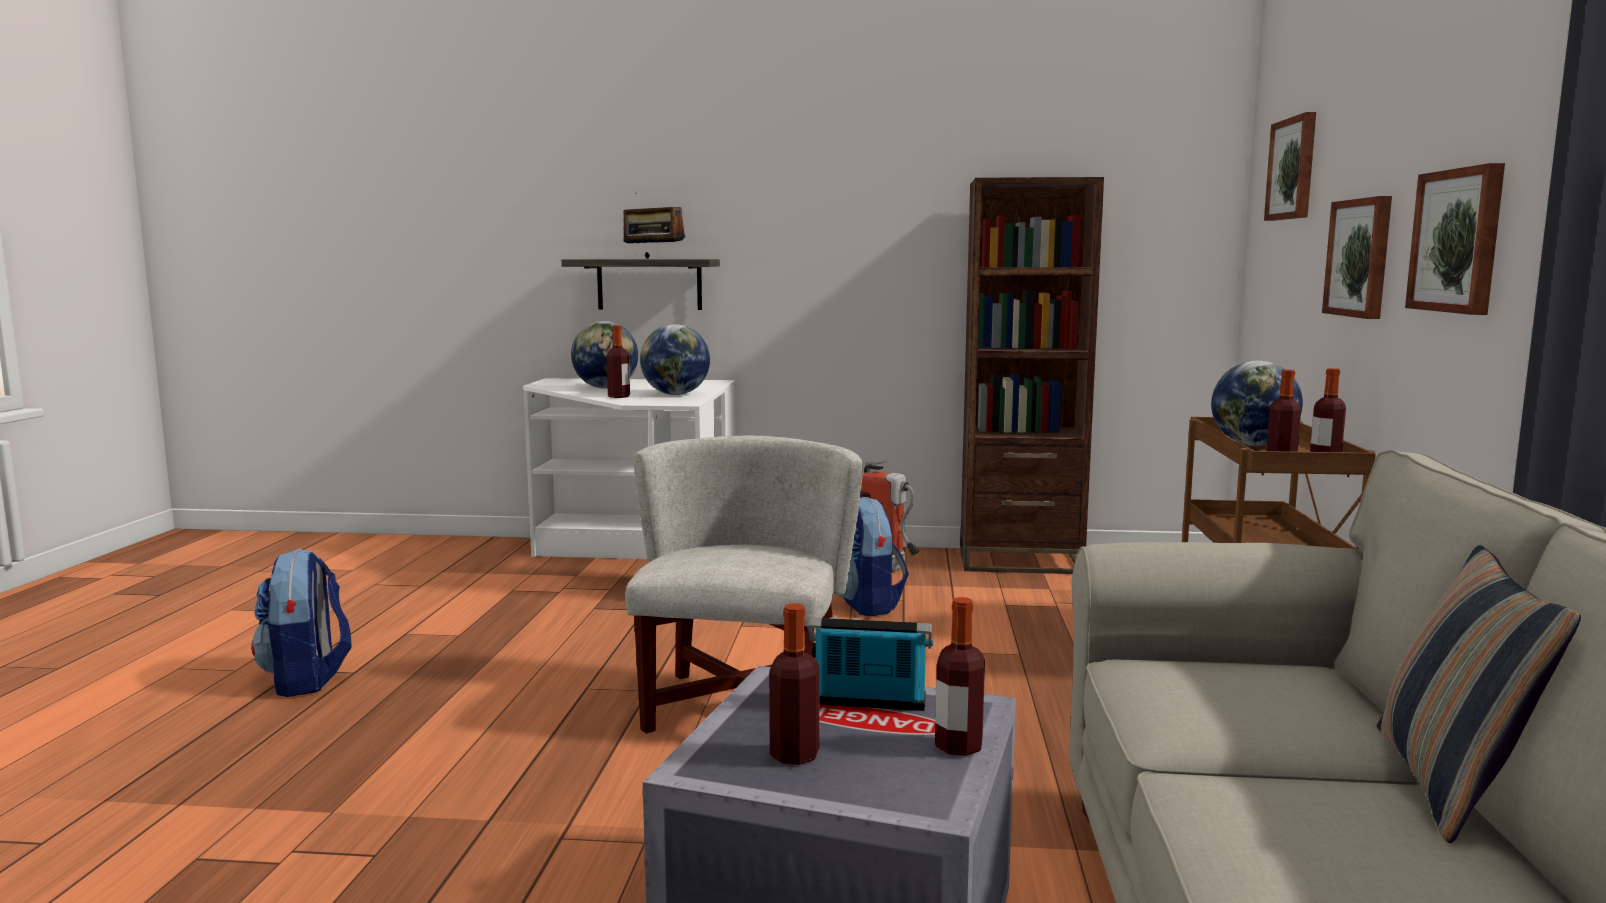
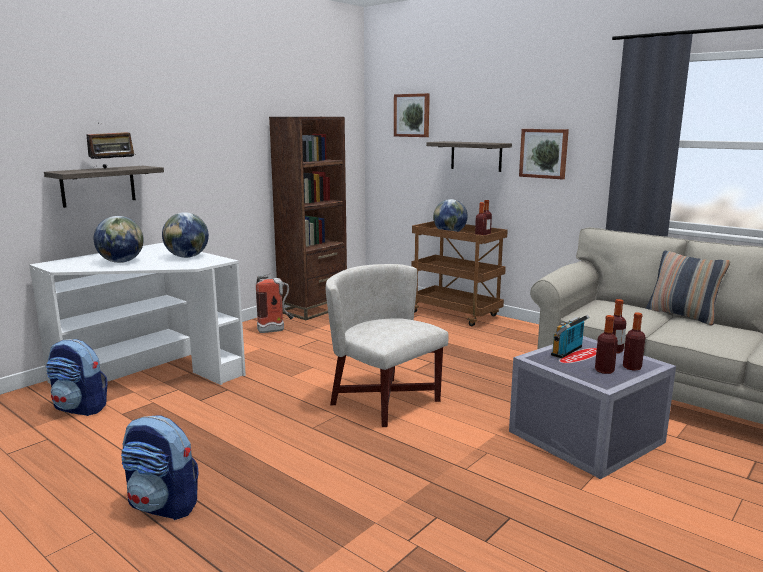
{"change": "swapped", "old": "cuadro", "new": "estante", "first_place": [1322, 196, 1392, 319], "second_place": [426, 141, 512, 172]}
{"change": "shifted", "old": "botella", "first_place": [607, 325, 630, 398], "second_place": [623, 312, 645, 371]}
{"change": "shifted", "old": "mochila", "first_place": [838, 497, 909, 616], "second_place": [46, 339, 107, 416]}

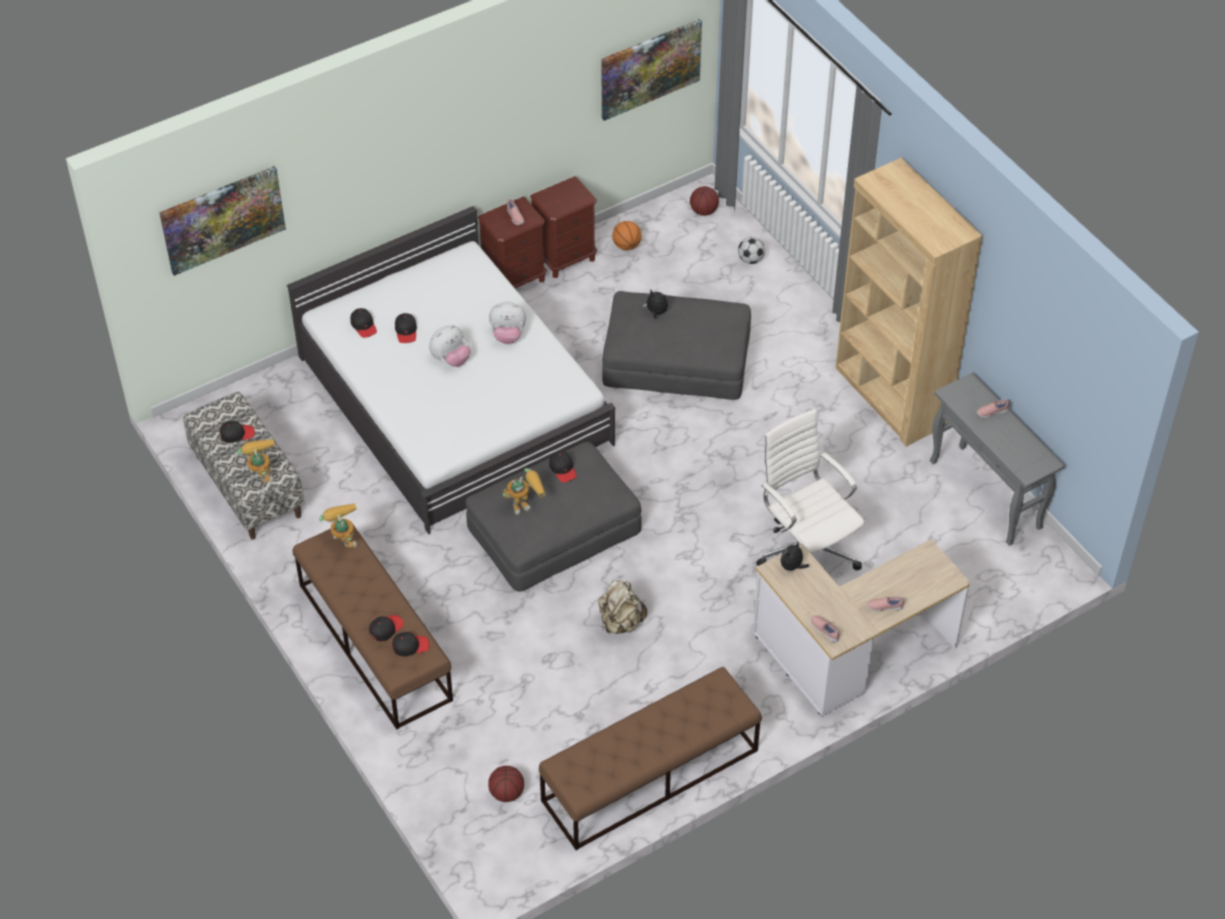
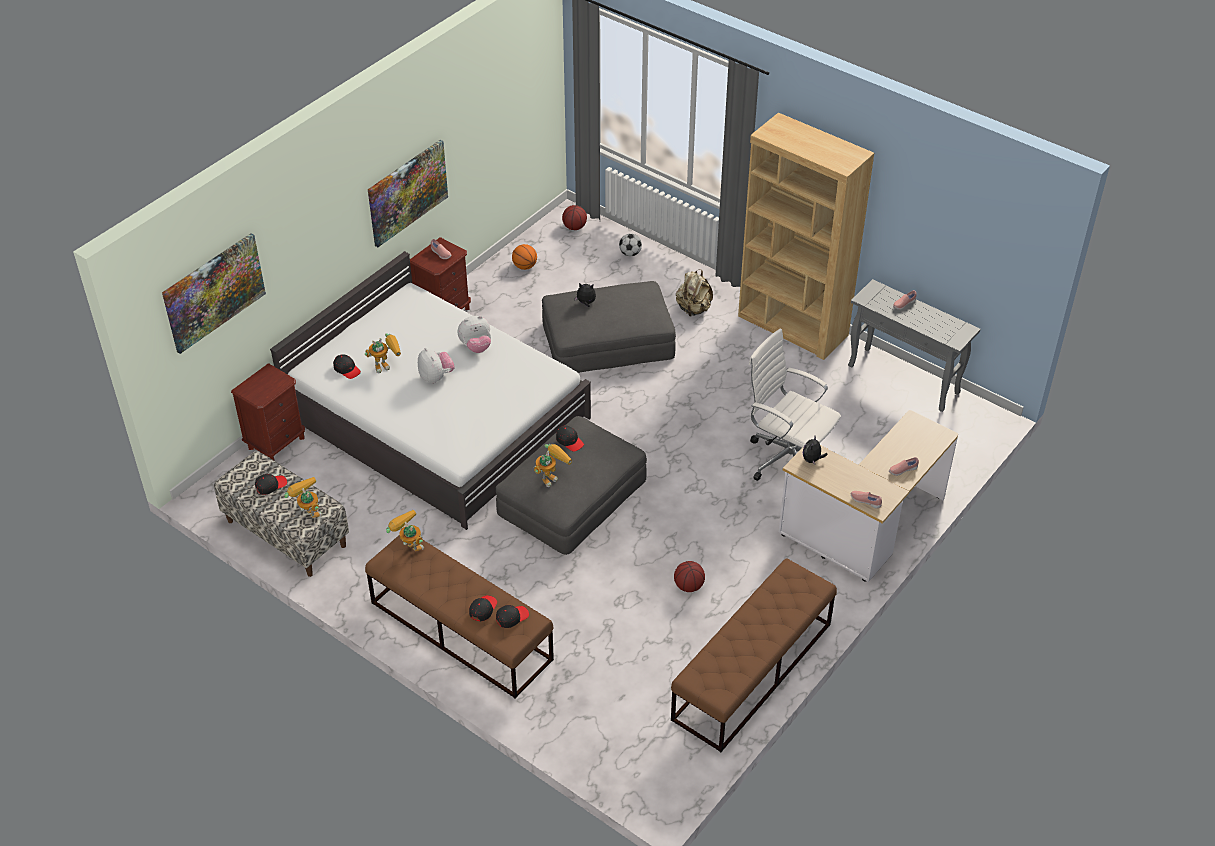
{"change": "shifted", "old": "cuadro", "first_place": [602, 19, 702, 121], "second_place": [368, 140, 448, 247]}
{"change": "shifted", "old": "mesita de noche [marrón]", "first_place": [530, 176, 597, 278], "second_place": [231, 363, 305, 460]}
{"change": "swapped", "old": "gorra [negro]", "new": "robot de juguete", "first_place": [395, 313, 417, 343], "second_place": [365, 333, 401, 373]}
{"change": "rotated", "old": "peluche", "first_place": [429, 325, 471, 367], "second_place": [418, 348, 455, 383], "degrees": -60}
{"change": "shifted", "old": "mochila [beis]", "first_place": [598, 580, 647, 634], "second_place": [676, 269, 713, 317]}
{"change": "shifted", "old": "balón de baloncesto", "first_place": [488, 766, 524, 802], "second_place": [674, 561, 705, 592]}

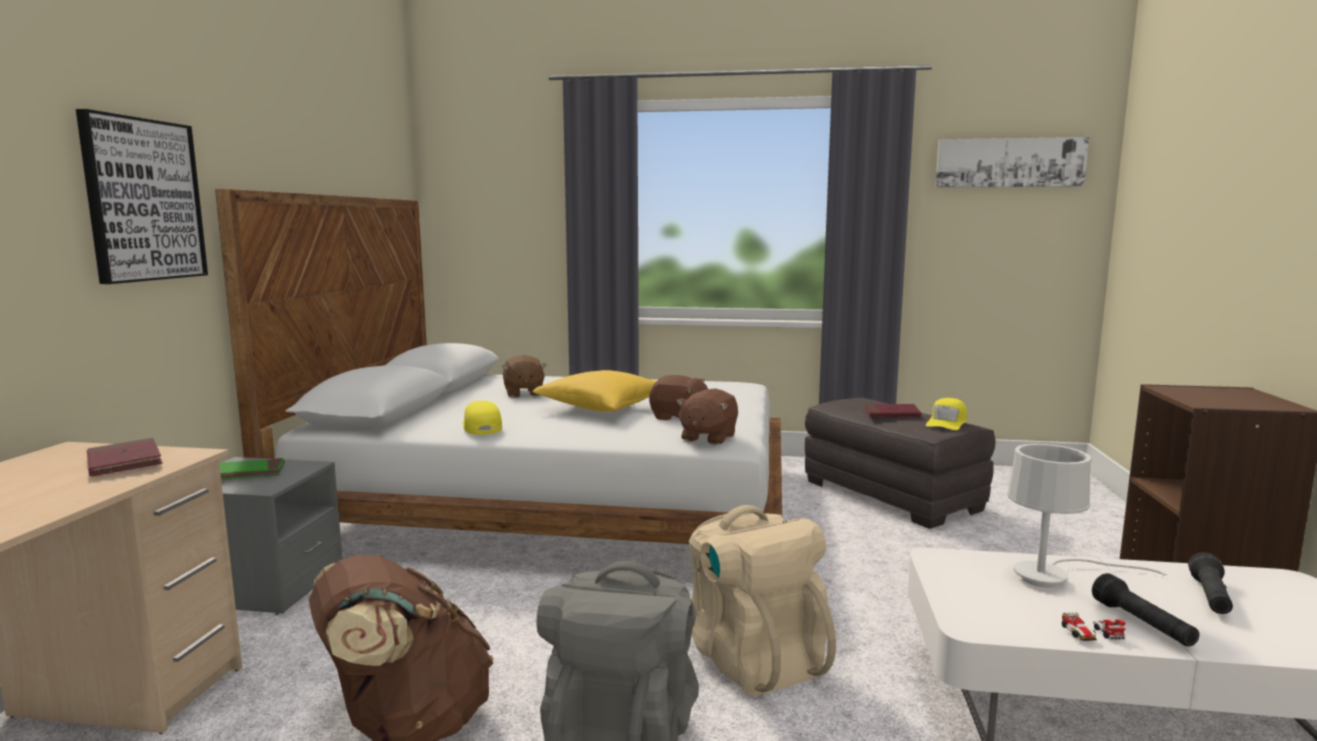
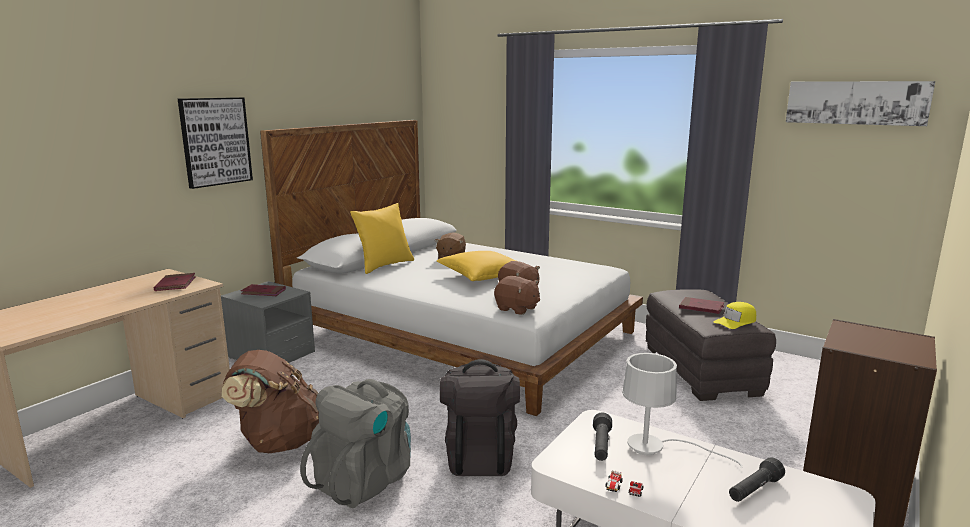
{"change": "rotated", "old": "peluche [marrón]", "first_place": [676, 388, 738, 445], "second_place": [494, 276, 540, 315], "degrees": -105}
{"change": "gone", "old": "gorra [amarillo]", "first_place": [461, 401, 502, 435]}
{"change": "repainted", "old": "libro [verde]", "new": "libro [rojo]", "first_place": [219, 458, 284, 480], "second_place": [241, 284, 286, 296]}
{"change": "repainted", "old": "mochila [beis]", "new": "mochila [negro]", "first_place": [689, 505, 836, 696], "second_place": [440, 359, 520, 476]}
{"change": "shifted", "old": "linterna [negro]", "first_place": [1092, 573, 1199, 647], "second_place": [593, 413, 612, 461]}
{"change": "new", "new": "cojín [amarillo]", "second_place": [350, 203, 414, 274]}

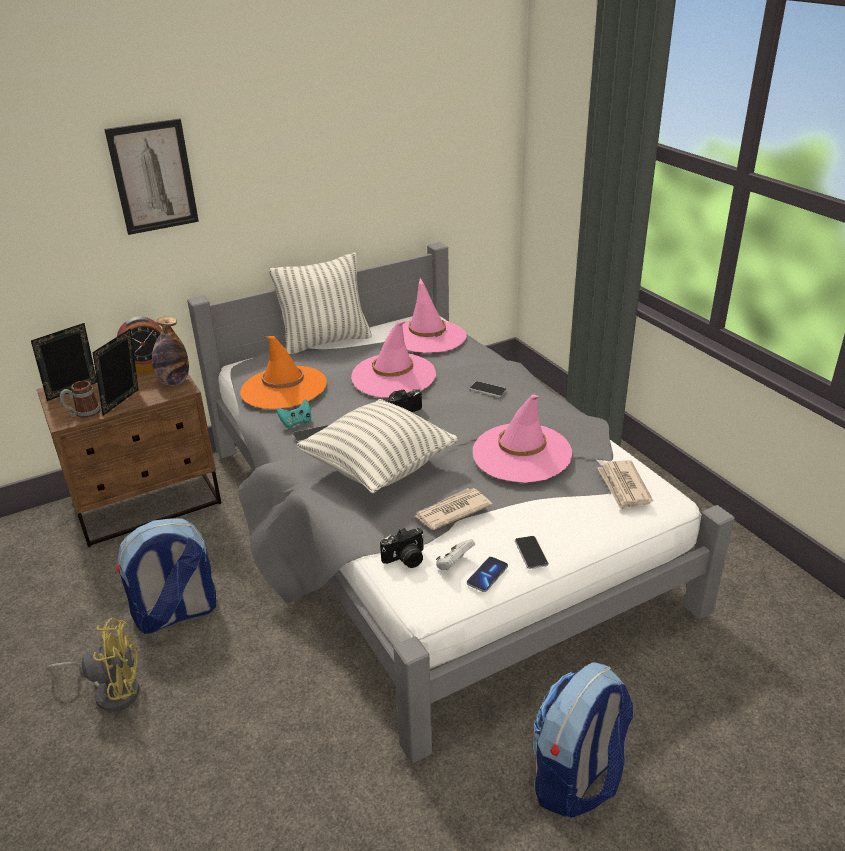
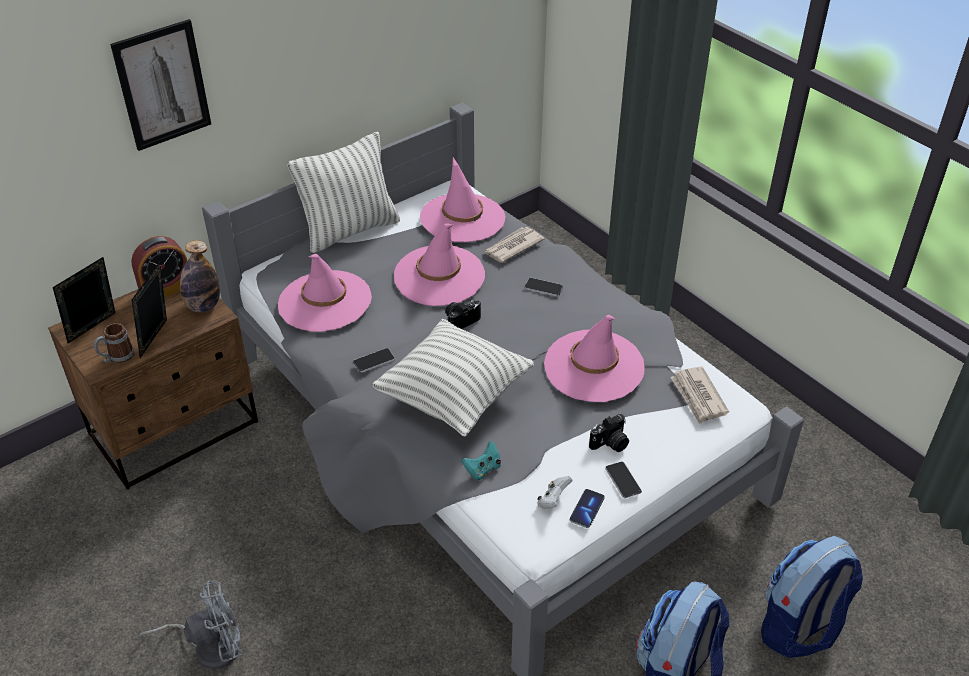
{"change": "repainted", "old": "sombrero [naranja]", "new": "sombrero [rosa]", "first_place": [240, 336, 327, 409], "second_place": [278, 254, 372, 332]}
{"change": "shifted", "old": "mando de consola [turquesa]", "first_place": [276, 399, 311, 428], "second_place": [462, 441, 501, 480]}
{"change": "shifted", "old": "periódico", "first_place": [415, 488, 492, 530], "second_place": [483, 227, 545, 263]}
{"change": "shifted", "old": "mochila", "first_place": [116, 518, 216, 634], "second_place": [761, 536, 863, 658]}
{"change": "shifted", "old": "cámara", "first_place": [380, 528, 424, 568], "second_place": [589, 414, 629, 452]}
{"change": "repainted", "old": "ventilador [amarillo]", "new": "ventilador [gris]", "first_place": [47, 618, 139, 712], "second_place": [139, 581, 242, 670]}

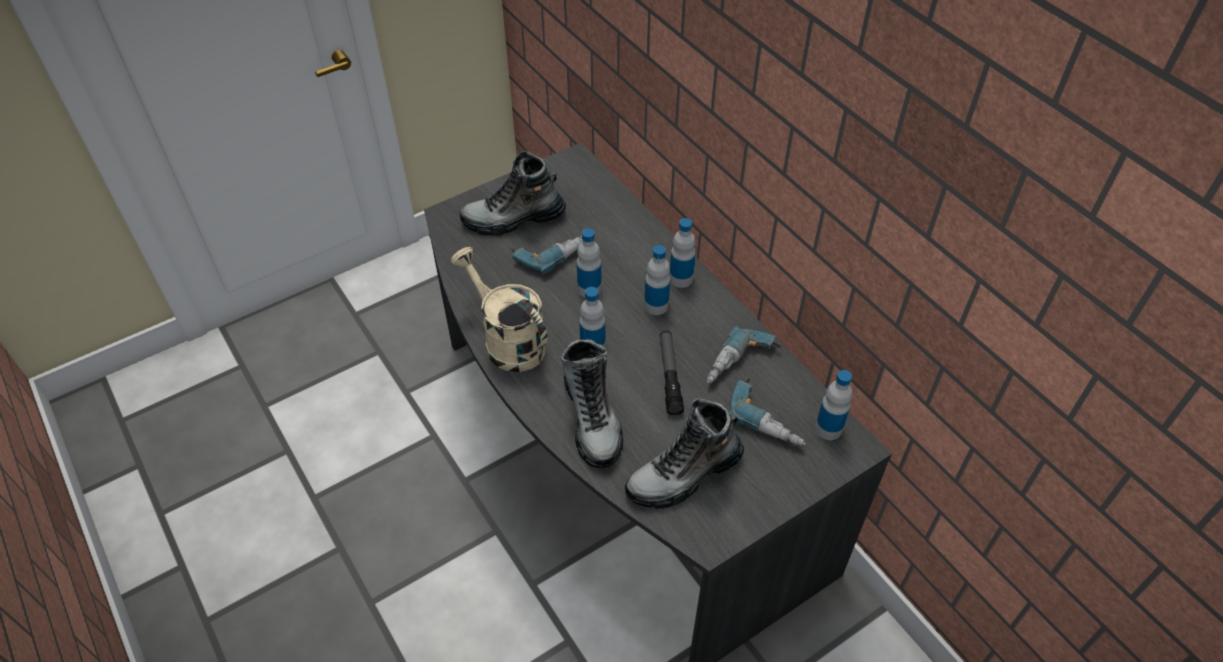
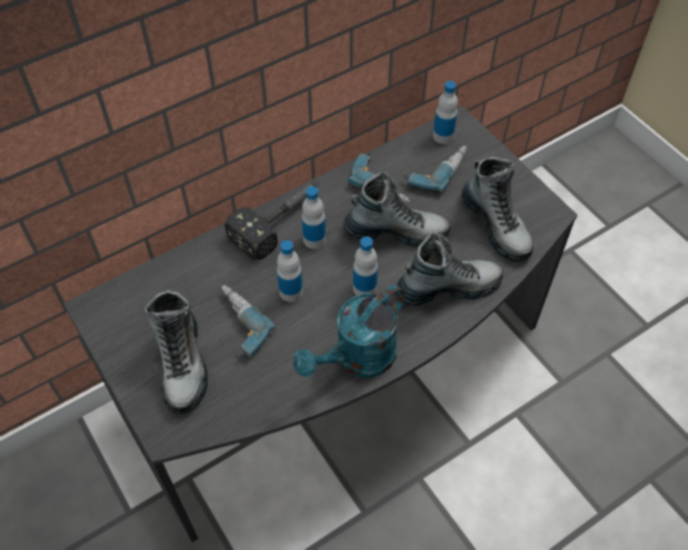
{"change": "swapped", "old": "botella", "new": "martillo", "first_place": [670, 218, 696, 288], "second_place": [225, 181, 320, 260]}
{"change": "repainted", "old": "regadera [beis]", "new": "regadera [turquesa]", "first_place": [451, 247, 547, 372], "second_place": [293, 285, 405, 378]}
{"change": "swapped", "old": "linterna", "new": "bota", "first_place": [660, 331, 684, 415], "second_place": [343, 172, 450, 248]}

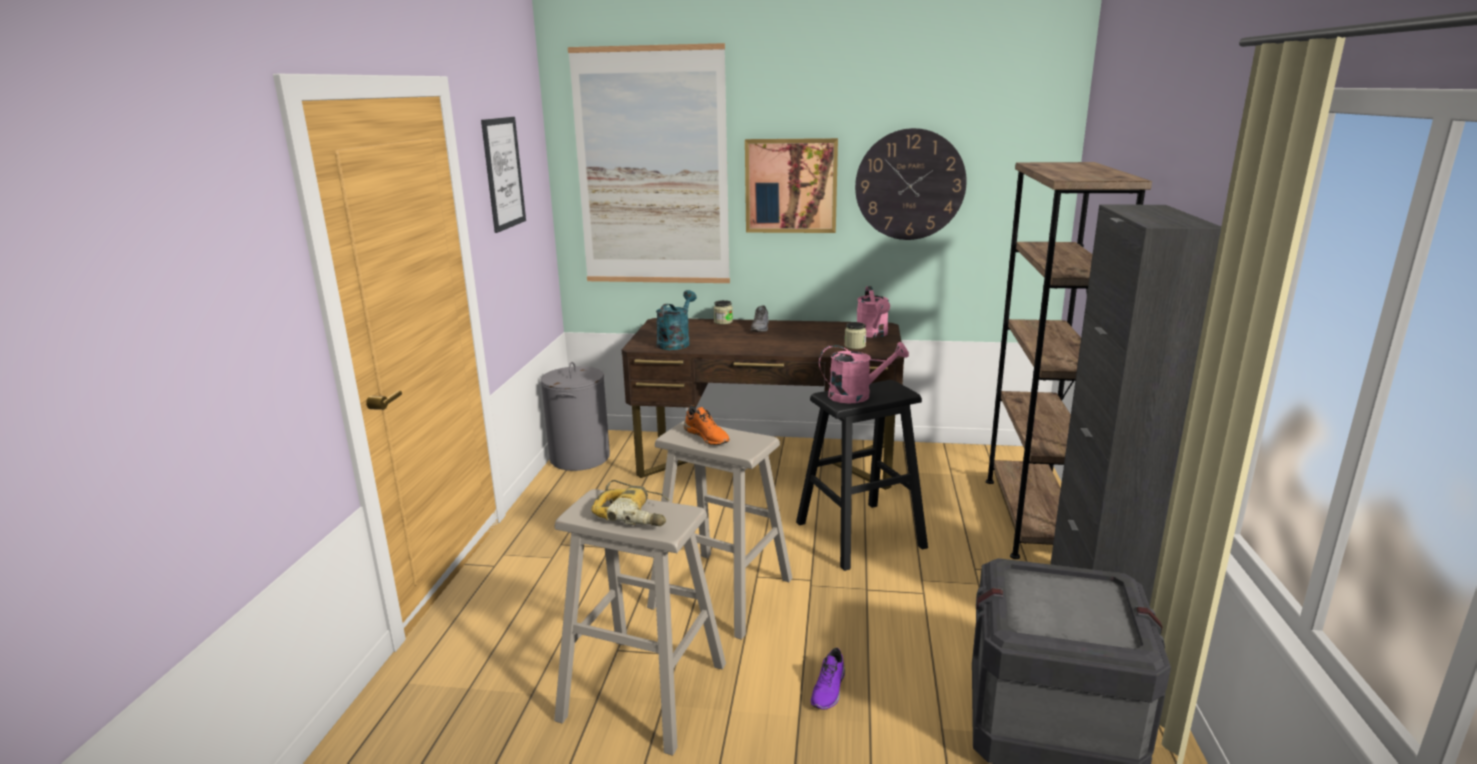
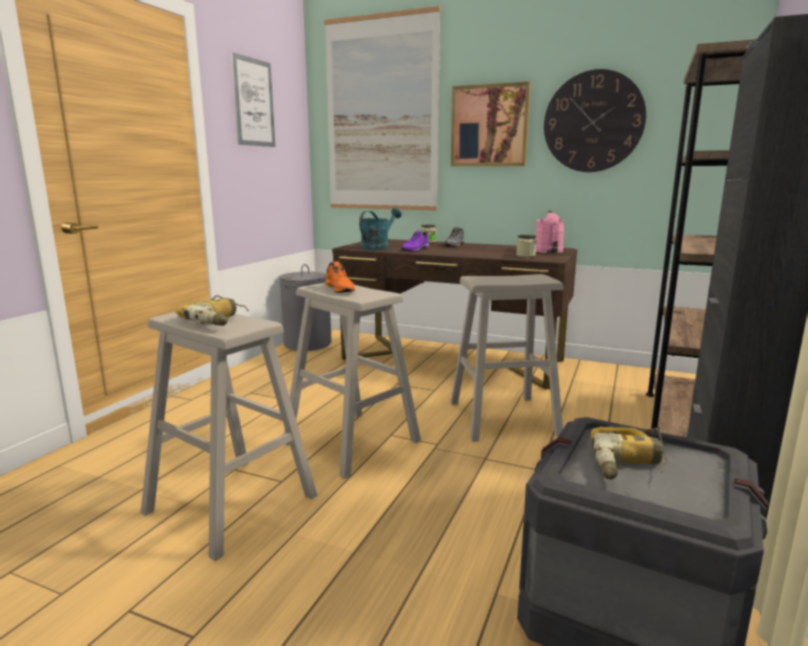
{"change": "gone", "old": "regadera [rosa]", "first_place": [819, 342, 909, 403]}
{"change": "repainted", "old": "taburete [negro]", "new": "taburete [beis]", "first_place": [796, 380, 928, 571], "second_place": [450, 274, 564, 442]}
{"change": "shifted", "old": "zapato [morado]", "first_place": [811, 648, 845, 709], "second_place": [401, 231, 429, 252]}
{"change": "new", "new": "taladro", "second_place": [590, 426, 668, 479]}

